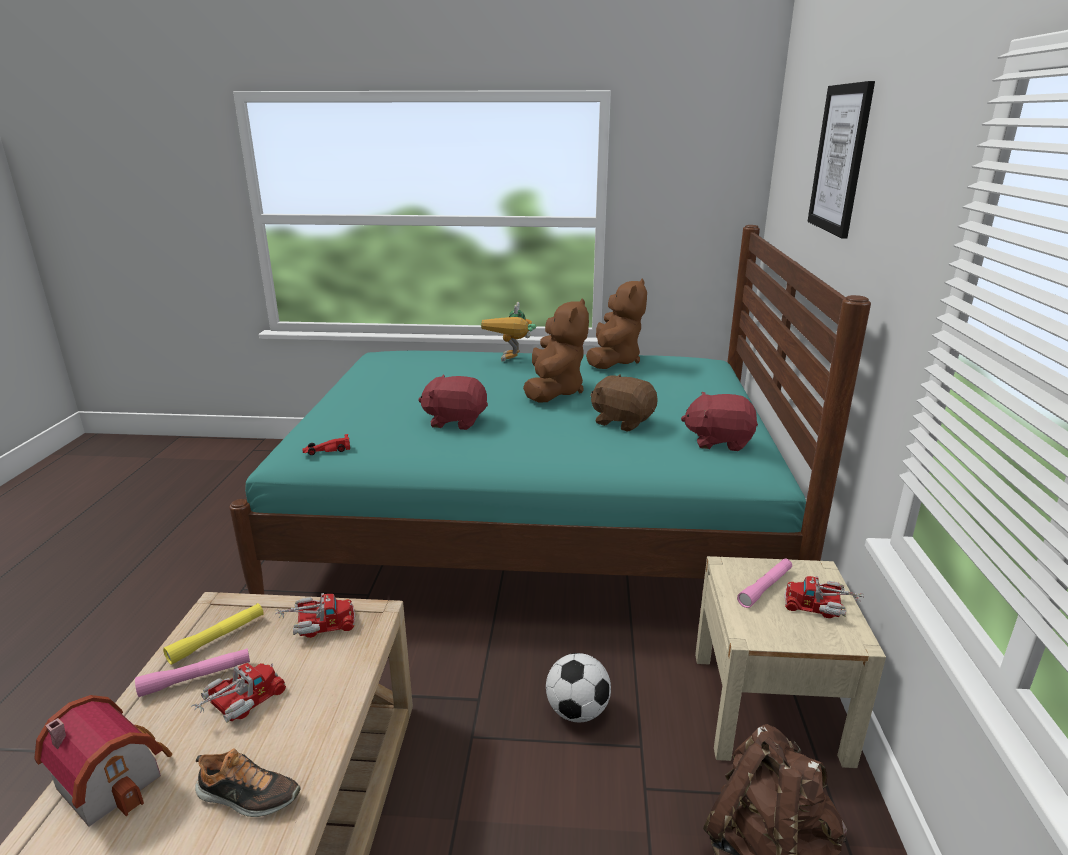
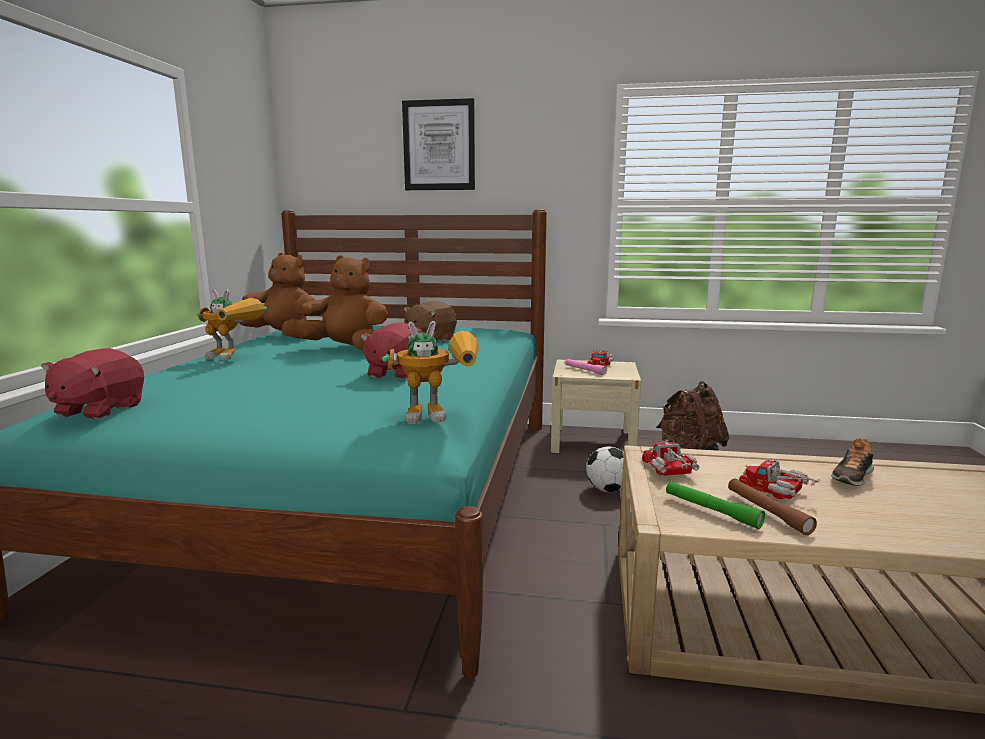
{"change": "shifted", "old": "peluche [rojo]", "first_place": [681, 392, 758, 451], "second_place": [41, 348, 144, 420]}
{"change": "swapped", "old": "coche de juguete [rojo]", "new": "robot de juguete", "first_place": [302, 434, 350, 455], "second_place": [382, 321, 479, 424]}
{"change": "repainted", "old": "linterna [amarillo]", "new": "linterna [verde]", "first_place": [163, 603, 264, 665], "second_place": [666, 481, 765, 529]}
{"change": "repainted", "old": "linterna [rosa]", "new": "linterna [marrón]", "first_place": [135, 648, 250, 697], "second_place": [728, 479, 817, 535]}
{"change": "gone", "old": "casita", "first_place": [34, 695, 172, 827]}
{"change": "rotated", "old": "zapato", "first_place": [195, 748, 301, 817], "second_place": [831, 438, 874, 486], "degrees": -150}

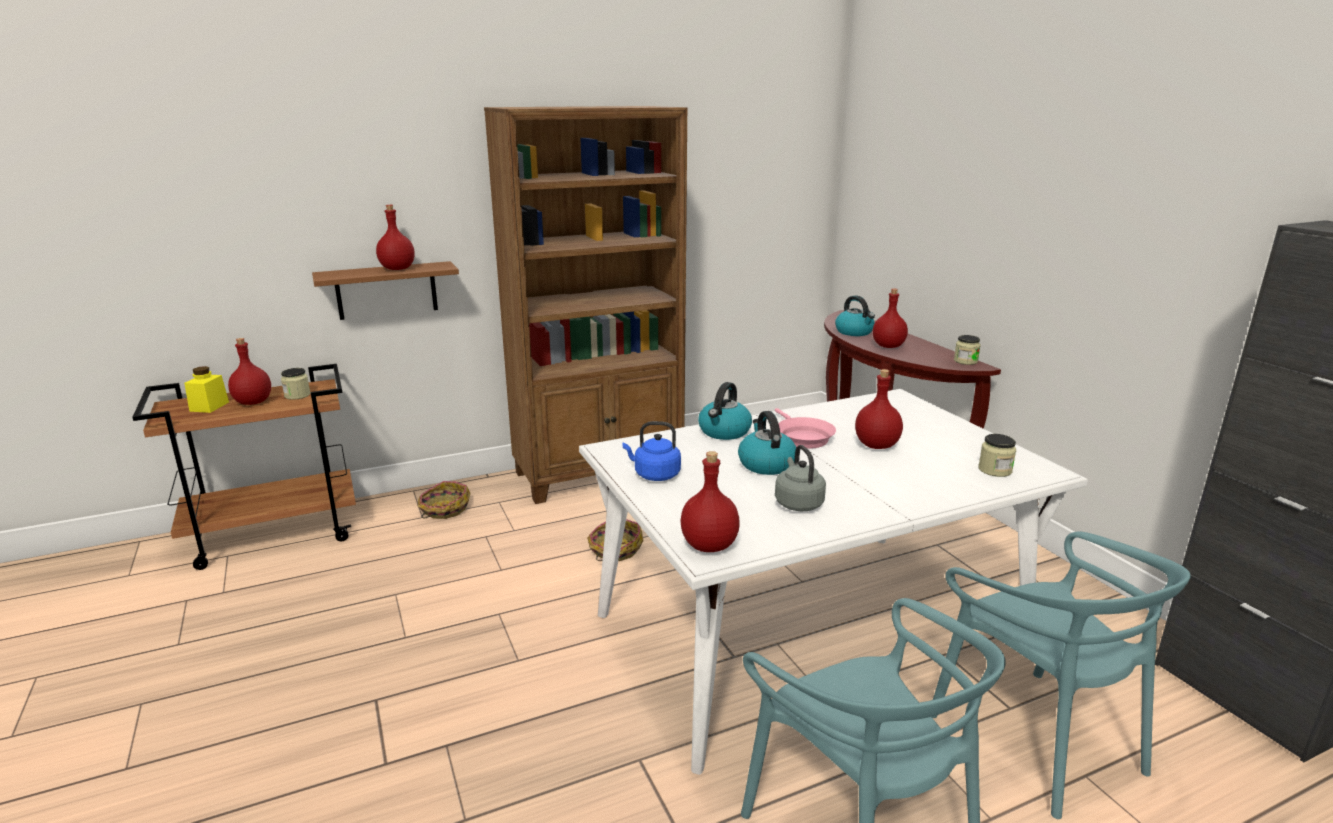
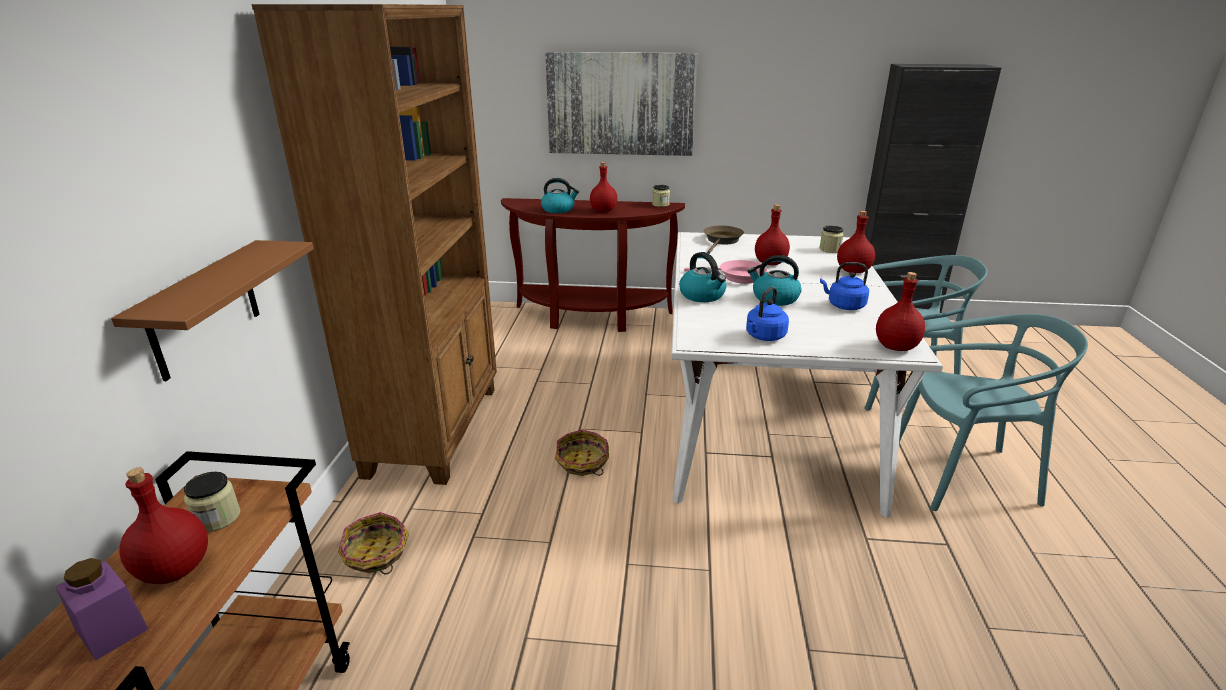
{"change": "shifted", "old": "botella [rojo]", "first_place": [376, 205, 415, 270], "second_place": [837, 211, 875, 273]}
{"change": "repainted", "old": "tarro [amarillo]", "new": "tarro [morado]", "first_place": [184, 366, 229, 413], "second_place": [55, 558, 149, 660]}
{"change": "repainted", "old": "hervidor [gris]", "new": "hervidor [azul]", "first_place": [775, 445, 826, 511], "second_place": [820, 262, 869, 310]}
{"change": "new", "new": "cuadro", "second_place": [545, 52, 698, 156]}
{"change": "new", "new": "sartén [marrón]", "second_place": [704, 226, 744, 254]}

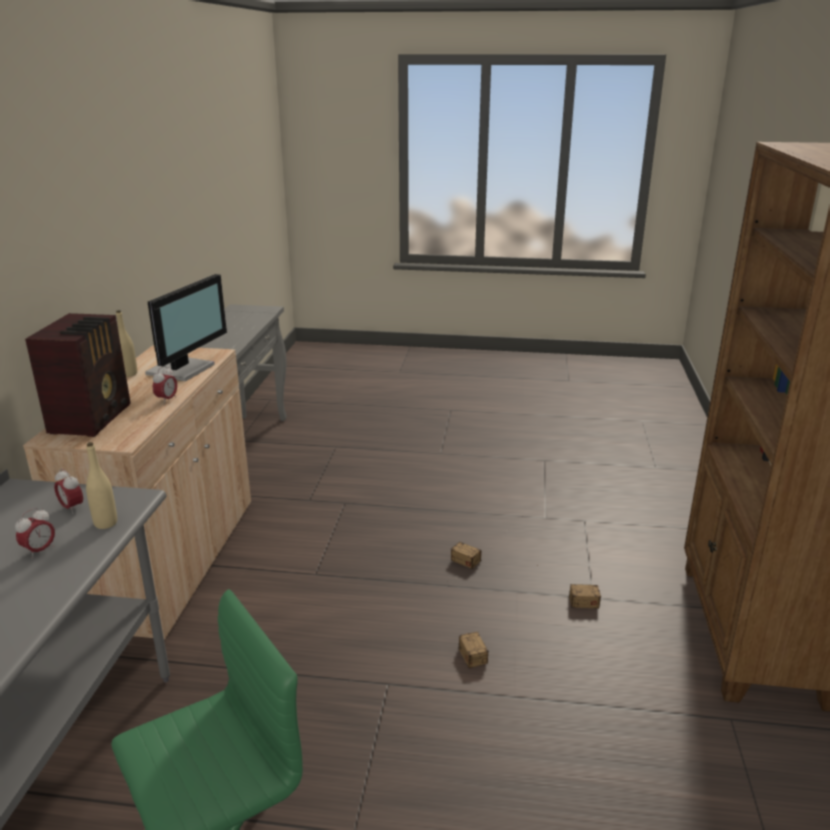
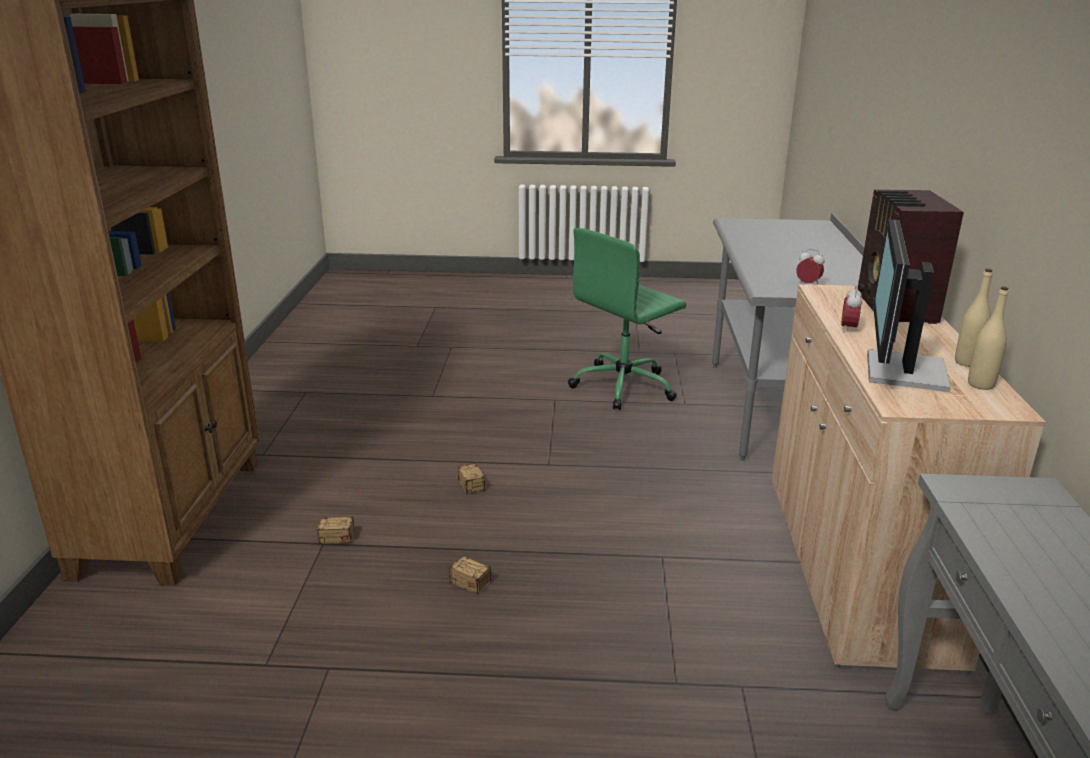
{"change": "shifted", "old": "botella [beis]", "first_place": [86, 442, 117, 529], "second_place": [968, 286, 1009, 390]}
{"change": "gone", "old": "despertador", "first_place": [15, 508, 55, 559]}

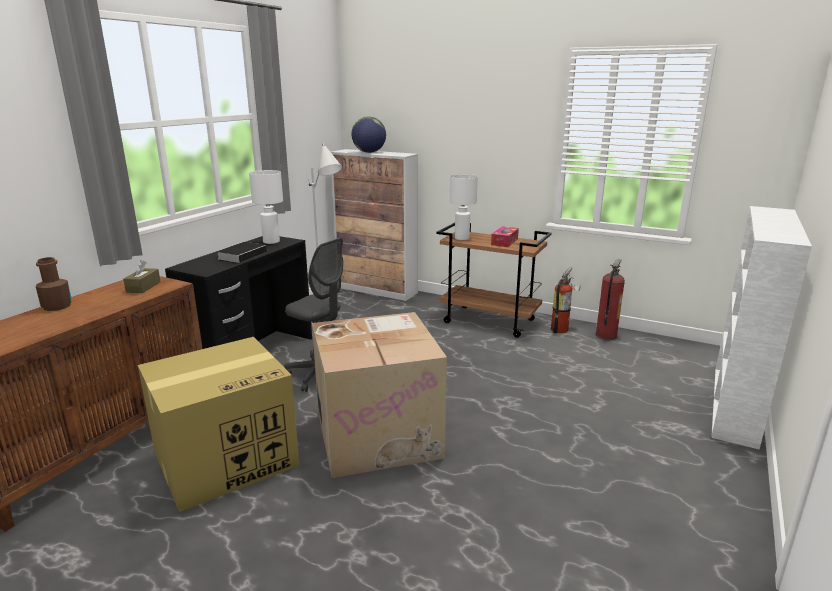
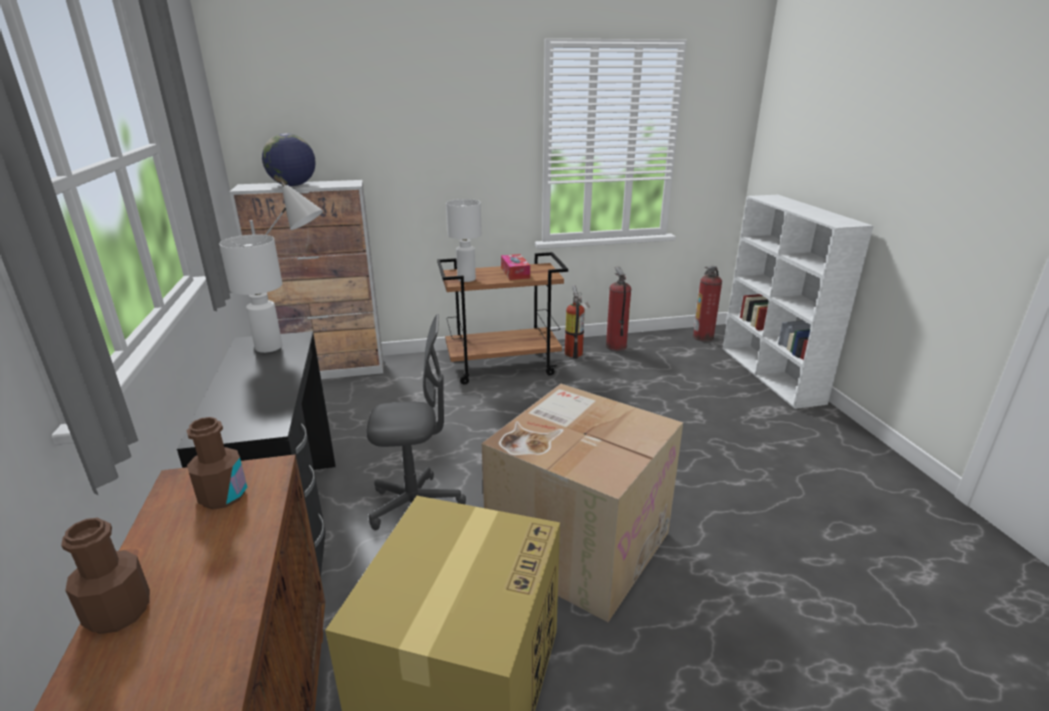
{"change": "gone", "old": "libro", "first_place": [216, 242, 270, 263]}
{"change": "swapped", "old": "caja de pañuelos [marrón]", "new": "botella [marrón]", "first_place": [123, 260, 161, 293], "second_place": [187, 417, 247, 509]}
{"change": "new", "new": "extintor", "second_place": [693, 266, 722, 342]}

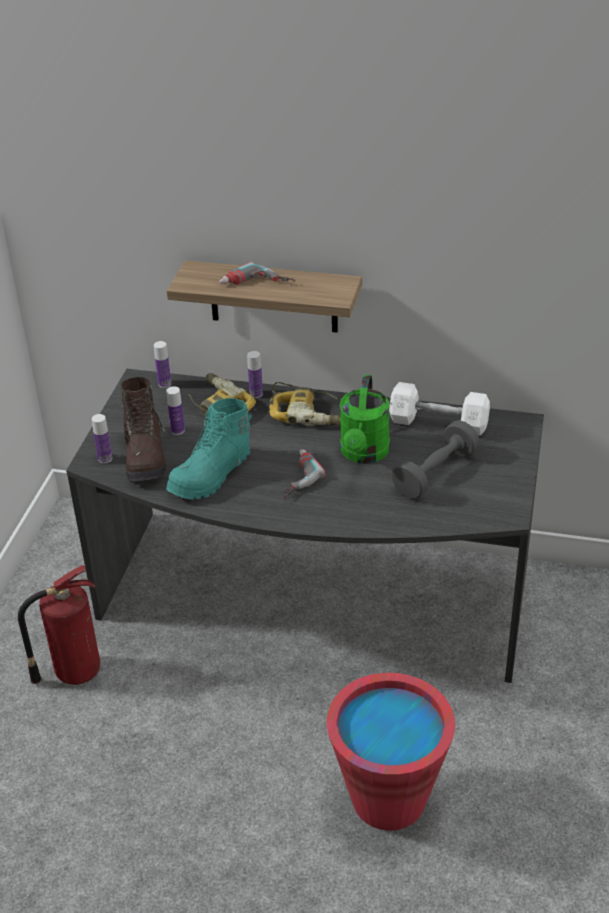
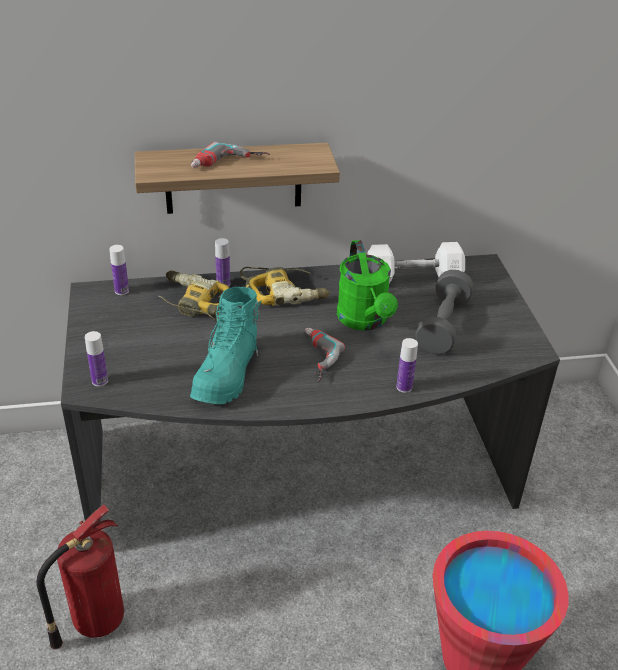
{"change": "gone", "old": "bota [marrón]", "first_place": [120, 377, 167, 481]}
{"change": "shifted", "old": "botella", "first_place": [166, 386, 185, 435], "second_place": [396, 338, 418, 393]}

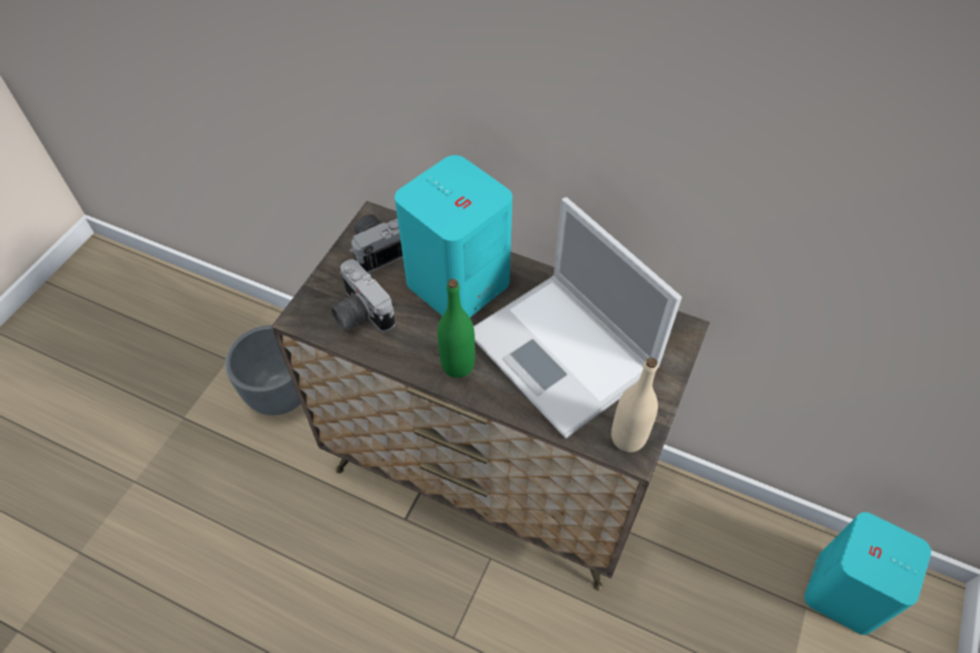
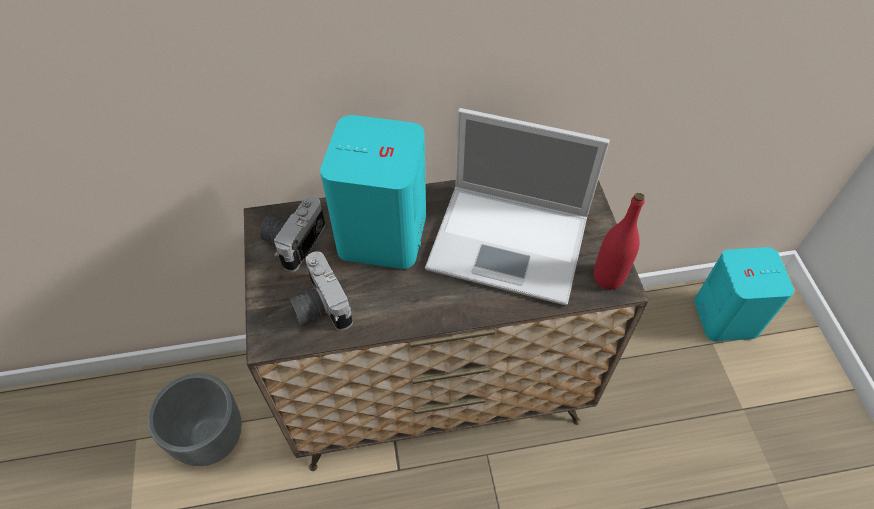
{"change": "rotated", "old": "cámara", "first_place": [330, 259, 395, 332], "second_place": [289, 251, 353, 331], "degrees": 45}
{"change": "gone", "old": "botella [verde]", "first_place": [437, 279, 475, 378]}
{"change": "repainted", "old": "botella [beis]", "new": "botella [rojo]", "first_place": [611, 357, 658, 452], "second_place": [594, 193, 645, 290]}

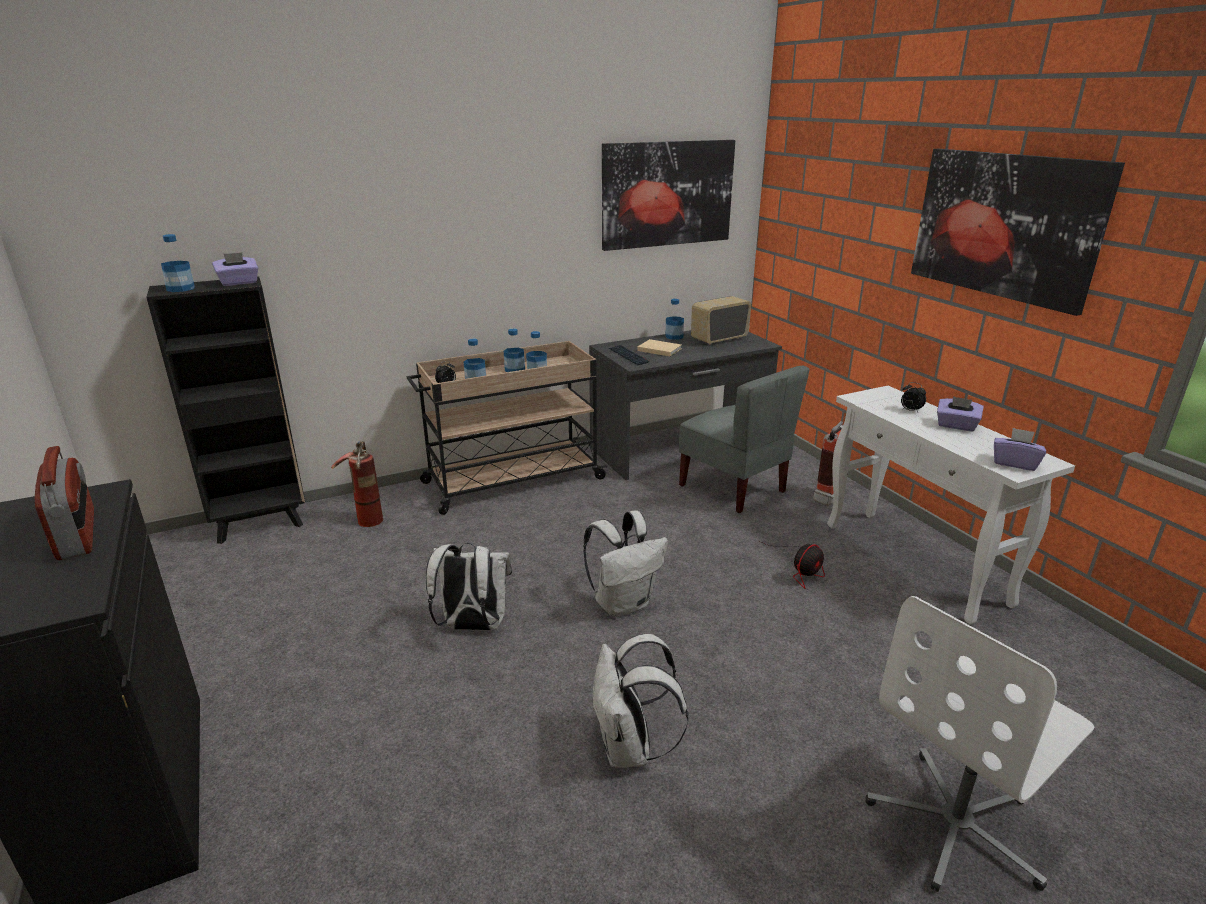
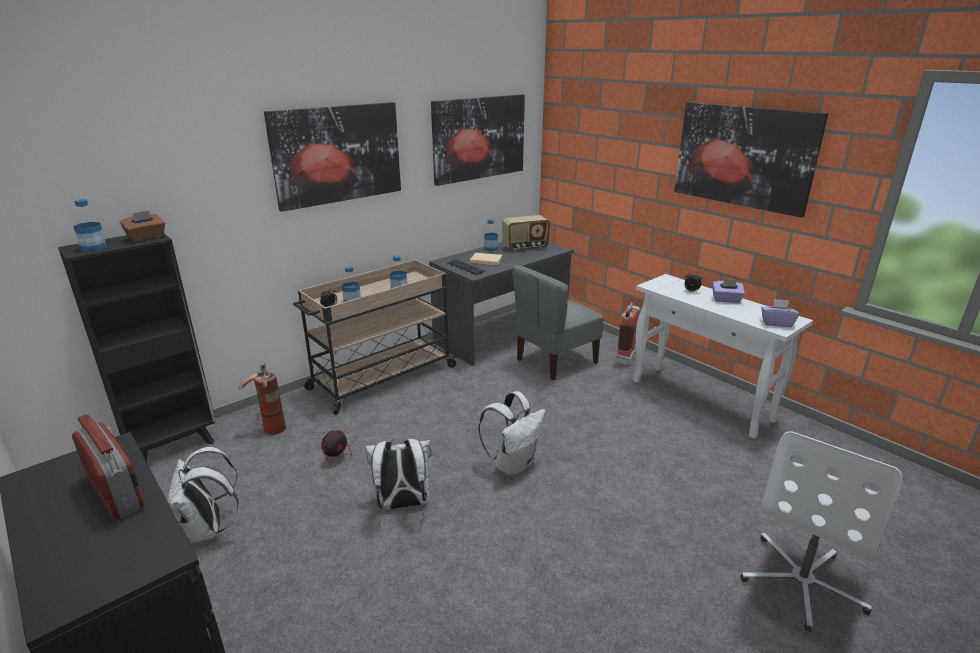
{"change": "repainted", "old": "caja de pañuelos [morado]", "new": "caja de pañuelos [marrón]", "first_place": [212, 252, 258, 286], "second_place": [120, 211, 165, 242]}
{"change": "rotated", "old": "radio", "first_place": [691, 296, 752, 345], "second_place": [502, 215, 550, 251], "degrees": -150}
{"change": "gone", "old": "botella", "first_place": [504, 329, 525, 372]}
{"change": "rotated", "old": "silla [gris]", "first_place": [679, 366, 809, 513], "second_place": [512, 265, 604, 380], "degrees": 105}
{"change": "shifted", "old": "ventilador", "first_place": [760, 541, 825, 589], "second_place": [309, 430, 356, 467]}
{"change": "shifted", "old": "mochila [blanco]", "first_place": [592, 634, 689, 768], "second_place": [168, 447, 239, 543]}
{"change": "new", "new": "cuadro", "second_place": [264, 102, 401, 212]}

